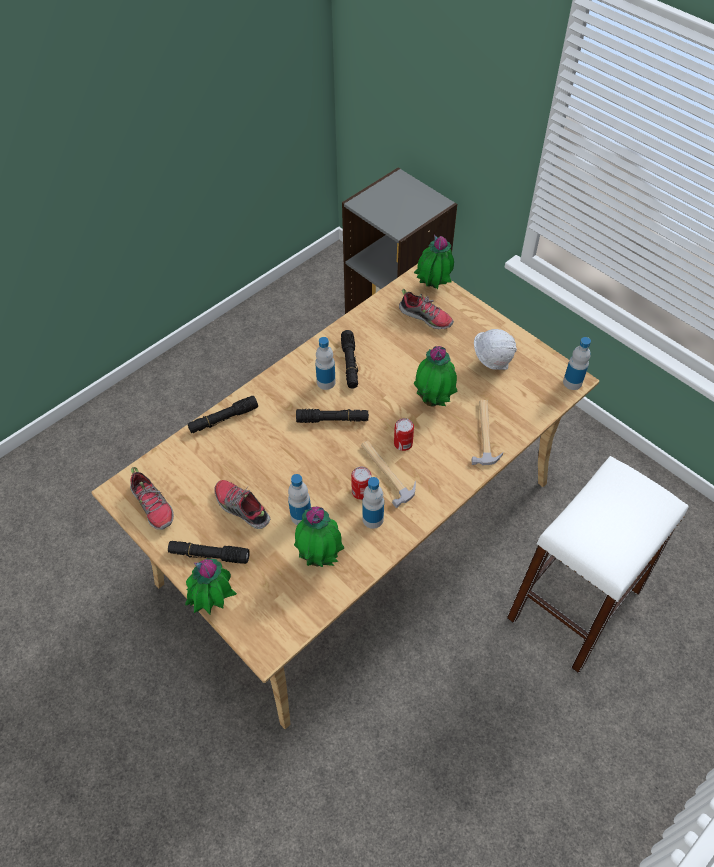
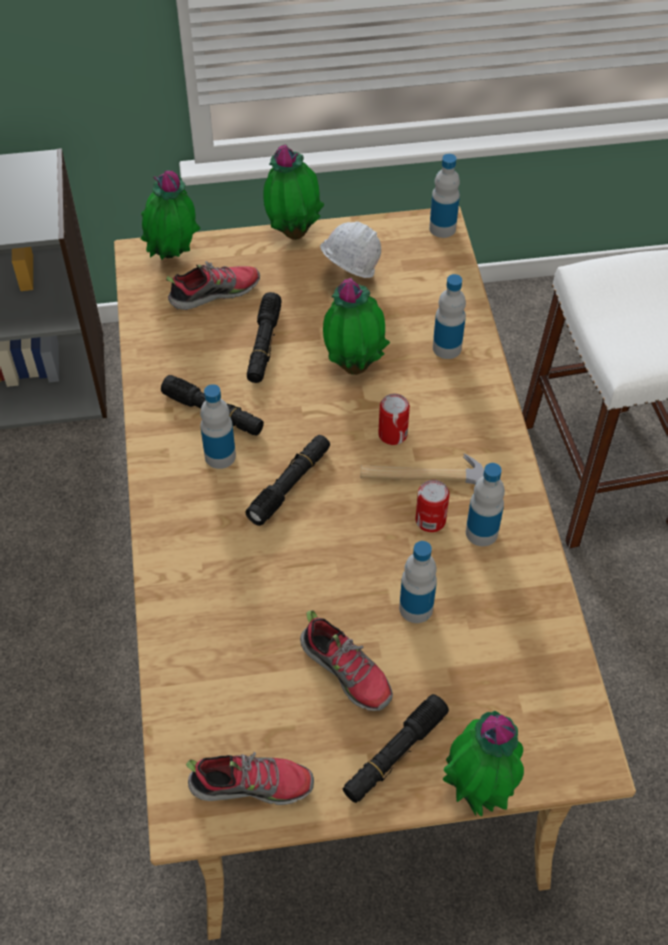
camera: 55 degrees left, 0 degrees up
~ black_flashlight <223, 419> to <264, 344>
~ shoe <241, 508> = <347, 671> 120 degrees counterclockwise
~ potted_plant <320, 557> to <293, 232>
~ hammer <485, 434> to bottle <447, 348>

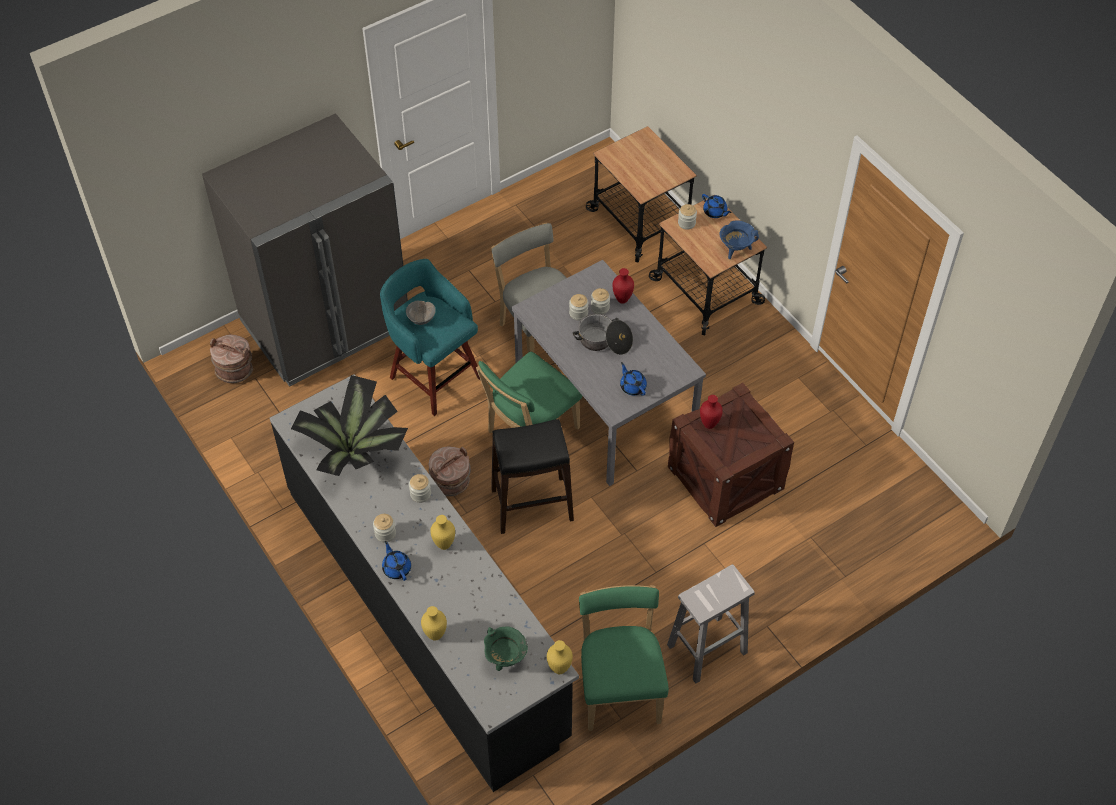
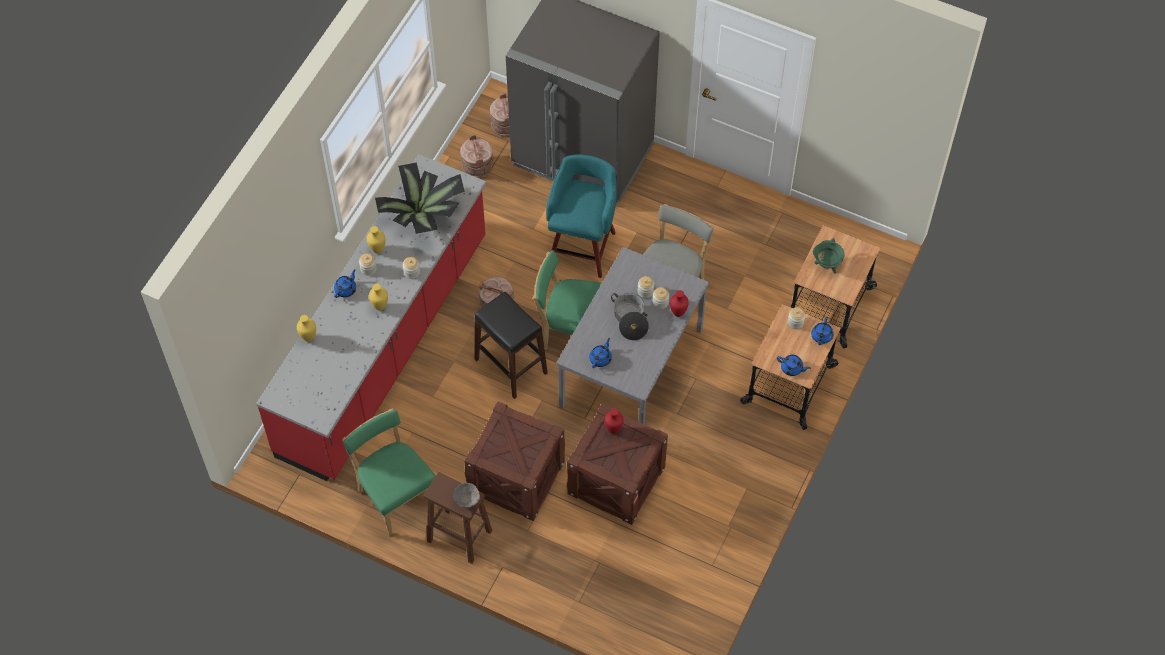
camera: 60 degrees right, 5 degrees up
~ black_counter <426, 611> to red_counter <385, 346>
~ grey_bowl <421, 319> to <467, 500>
~ green_cooking_pot <505, 658> to <826, 264>
~ yellow_vase <559, 670> to <377, 250>
~ green_chair <619, 688> = <395, 495> 90 degrees counterclockwise
~ white_stool <708, 648> to brown_stool <460, 536>
~ blue_cooking_pot <736, 249> to blue_teapot <792, 368>
+ brown_bucket <477, 167>
+ crate <516, 477>

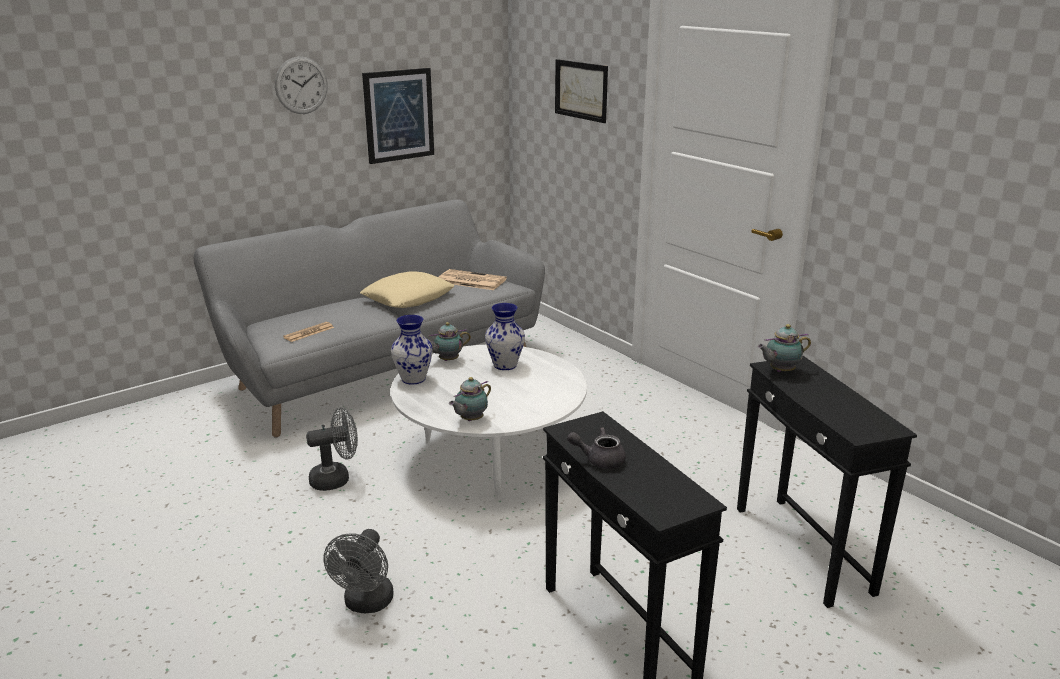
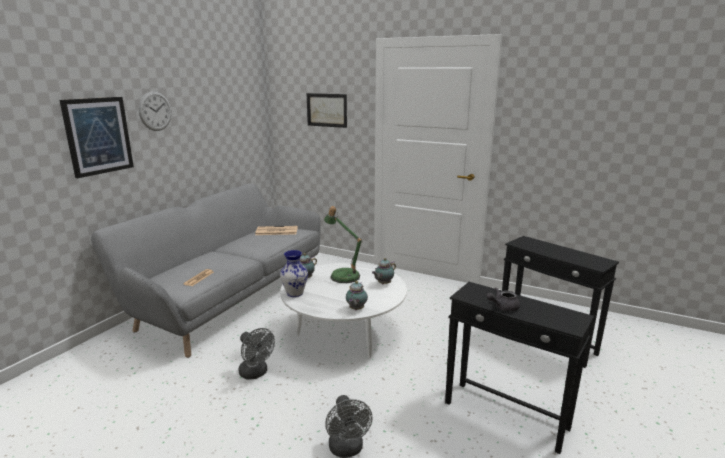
camera: 25 degrees left, 5 degrees down
~ grey_fan <336, 479> = <256, 373> 90 degrees clockwise
- beige_pillow <408, 297>
~ picture <398, 115> to <98, 136>
~ vase <504, 365> to table_lamp <343, 275>
~ teapot <780, 371> to <383, 284>

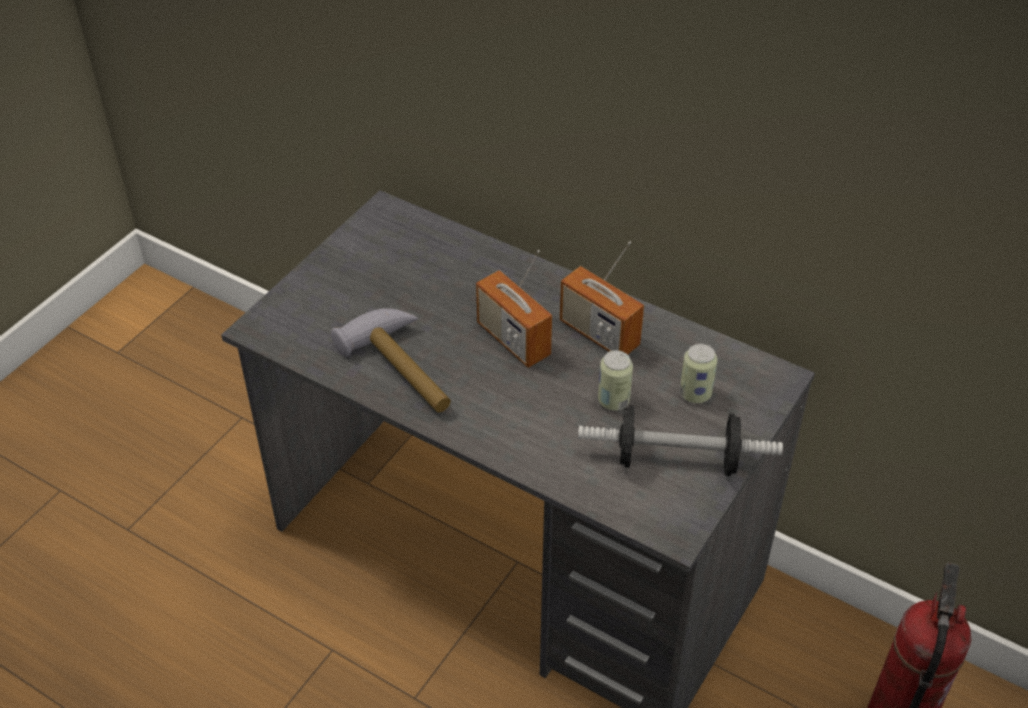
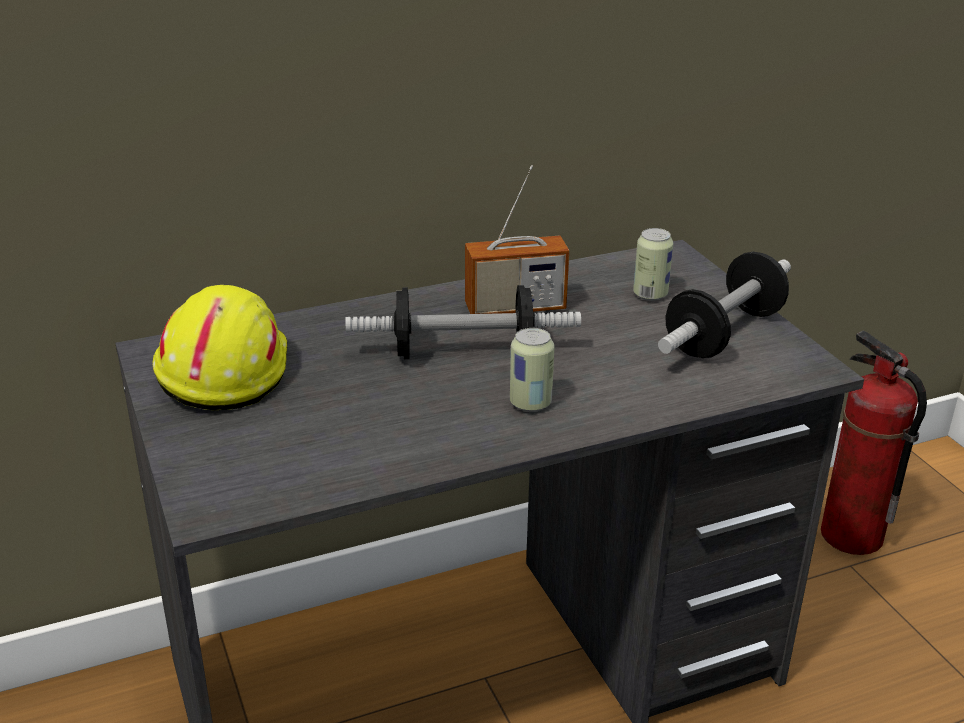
camera: 55 degrees left, 15 degrees down
- hammer <405, 369>
~ radio <513, 340> to dumbbell <463, 352>
~ can <613, 401> to <530, 403>
+ yellow_hard_hat <222, 370>

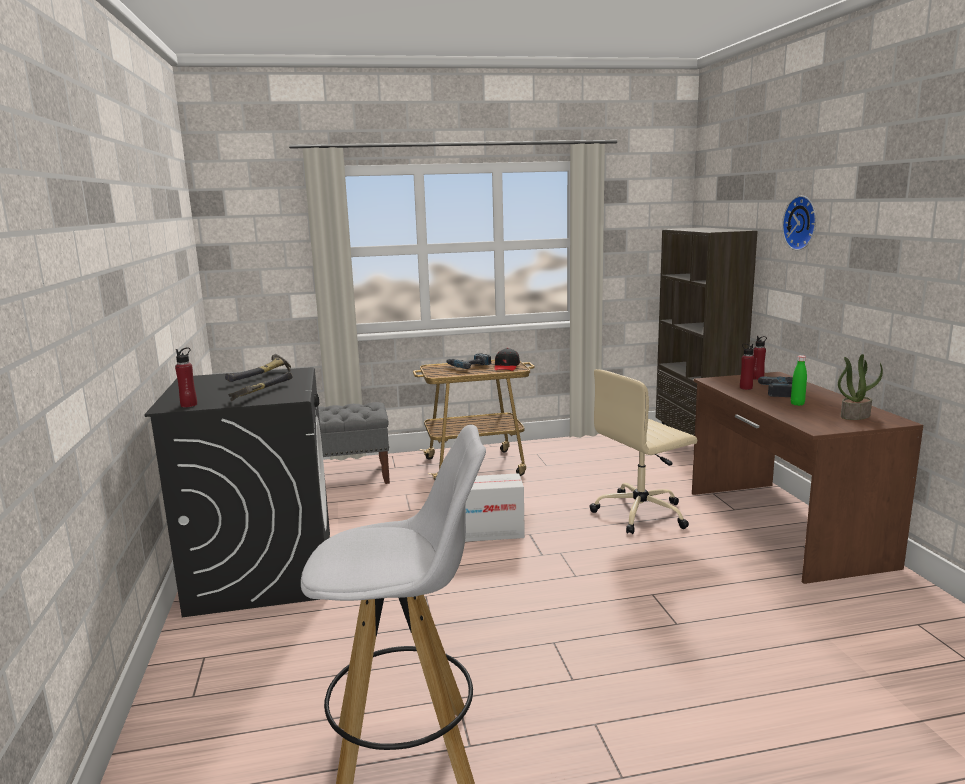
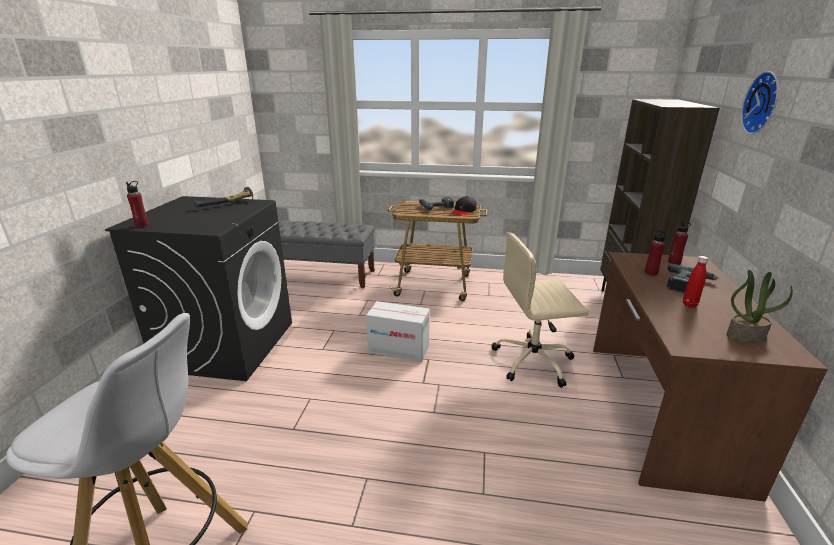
camera: 20 degrees right, 10 degrees up
- hammer <260, 394>
~ green_bottle <797, 404> to red_bottle <689, 305>

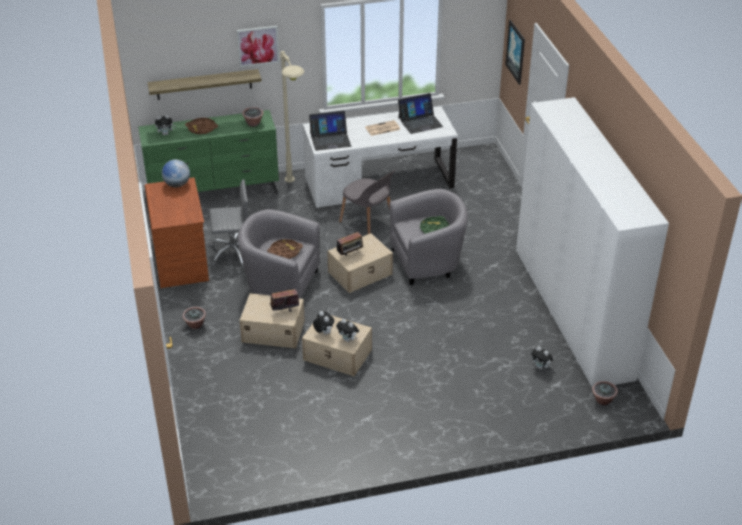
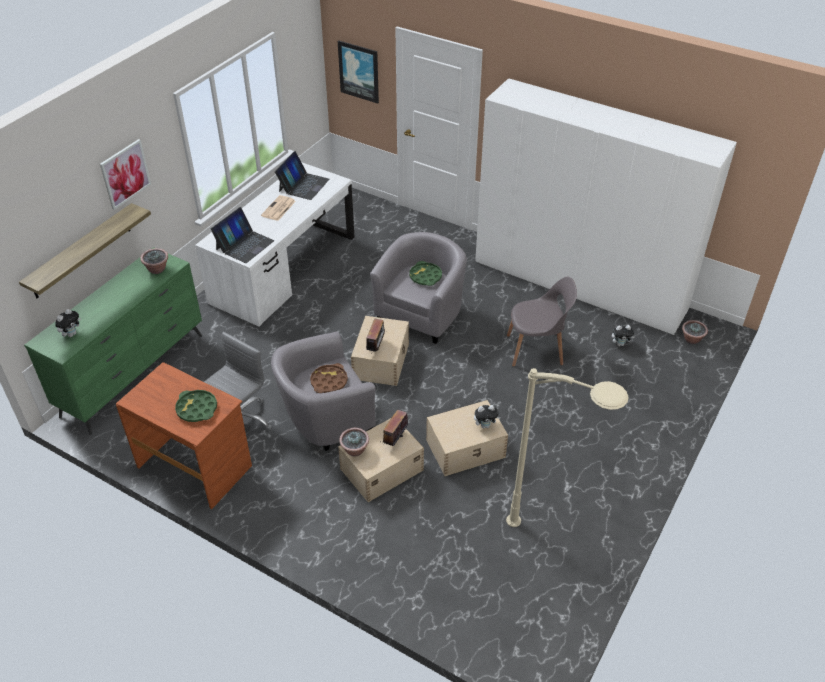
camera: 45 degrees left, 5 degrees up
- globe <177, 184>
~ potted_plant <195, 325> to <355, 450>
- brown_tray <202, 128>
~ beige_floor_lamp <296, 197> to <556, 540>
- plush_toy <323, 332>
~ grey_chair <368, 222> to <536, 349>
+ green_tray <197, 409>

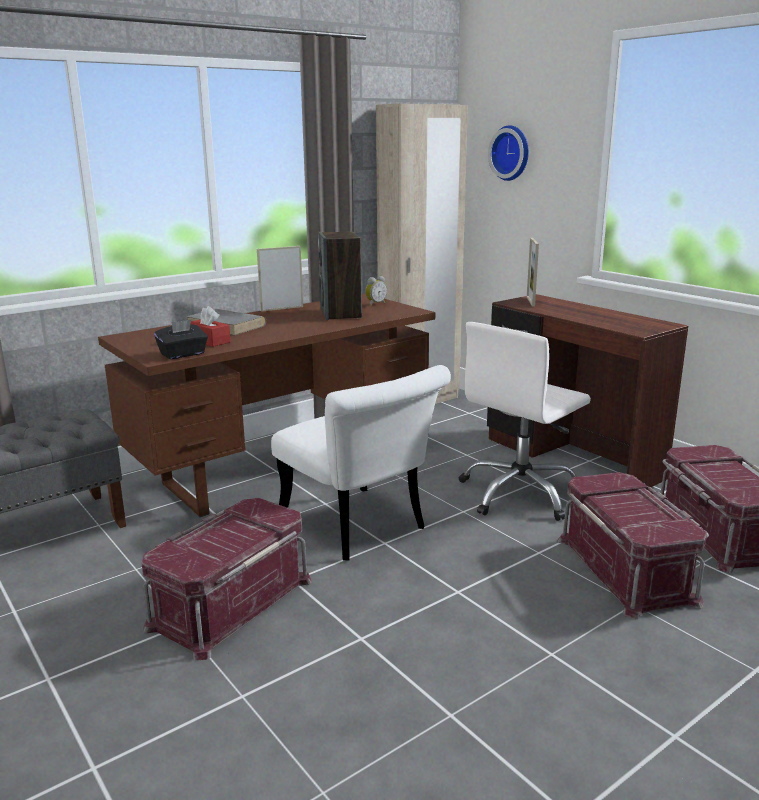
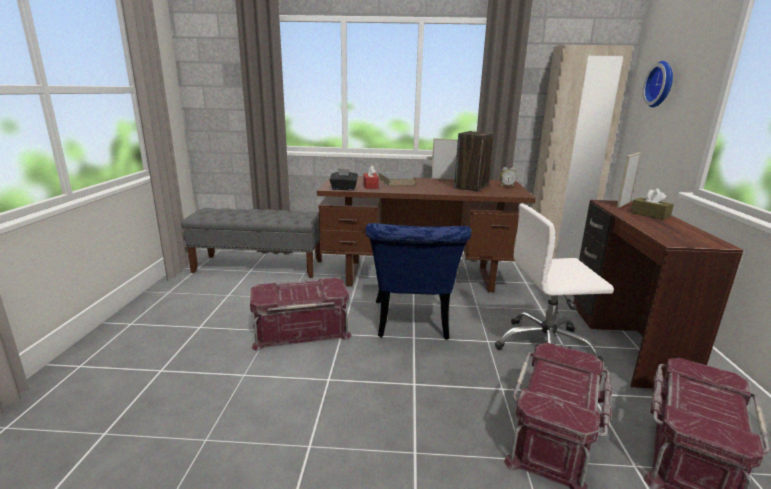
camera: 40 degrees right, 0 degrees up
~ white_chair <360, 529> to blue_chair <411, 324>
+ brown_tissue_box <650, 215>

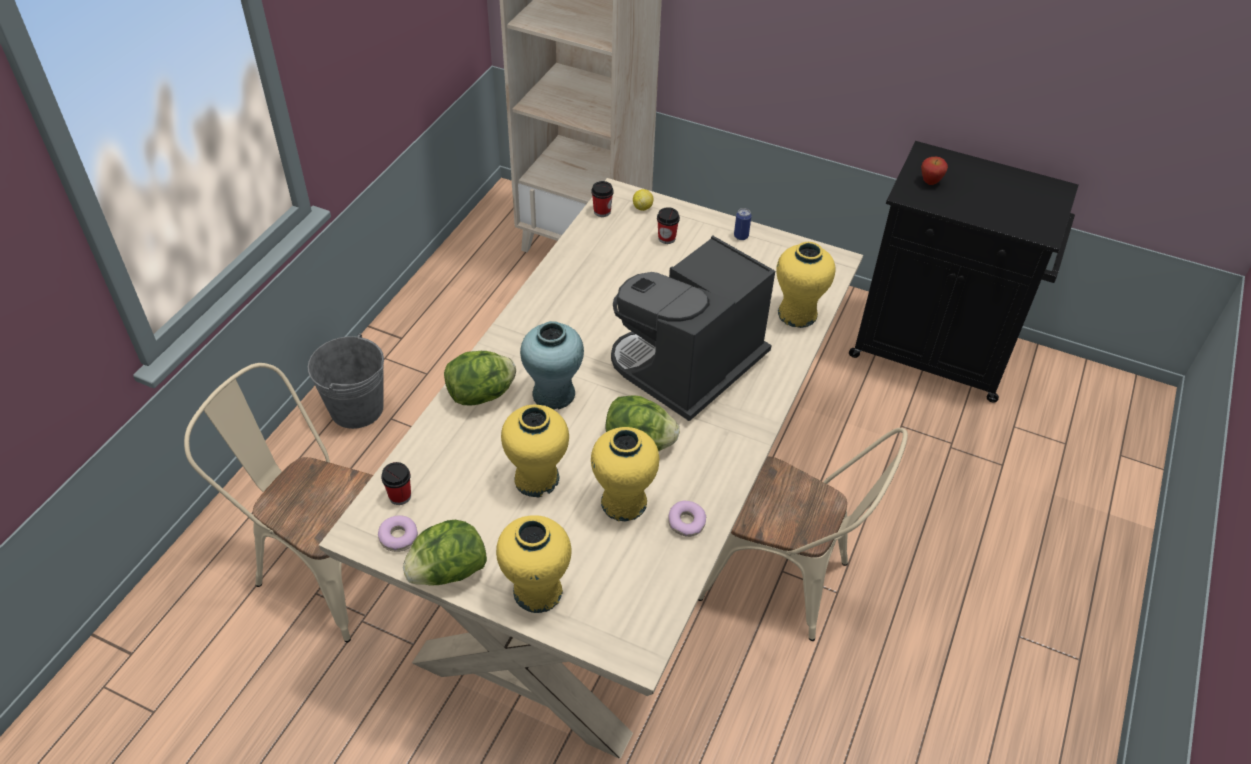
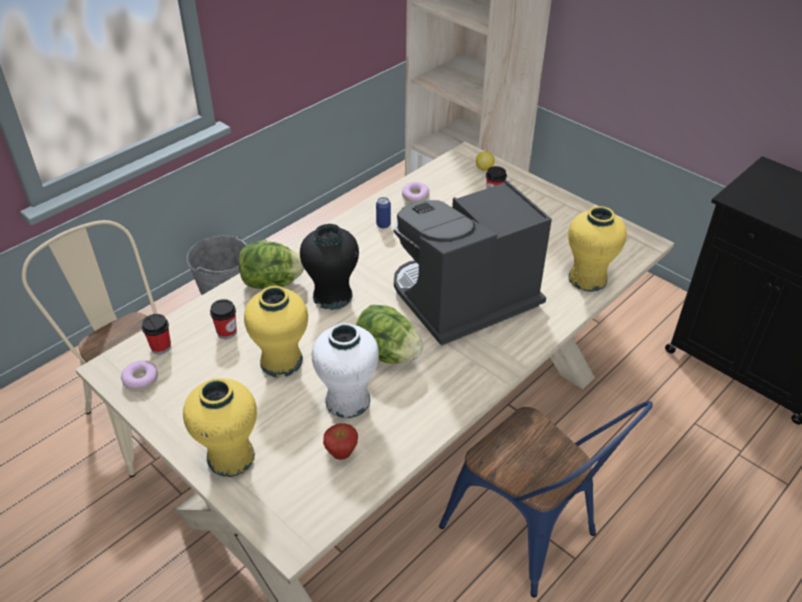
camera: 20 degrees right, 5 degrees down
- lettuce <448, 571>
~ turquoise_vase <554, 394> to black_vase <333, 297>
~ cup <602, 211> to <227, 332>
~ yellow_vase <623, 502> to white_vase <347, 401>
~ donut <686, 522> to <415, 196>
~ beige_chair <787, 582> to blue_chair <529, 535>
~ can <741, 236> to <383, 225>
~ apple <930, 182> to <341, 454>

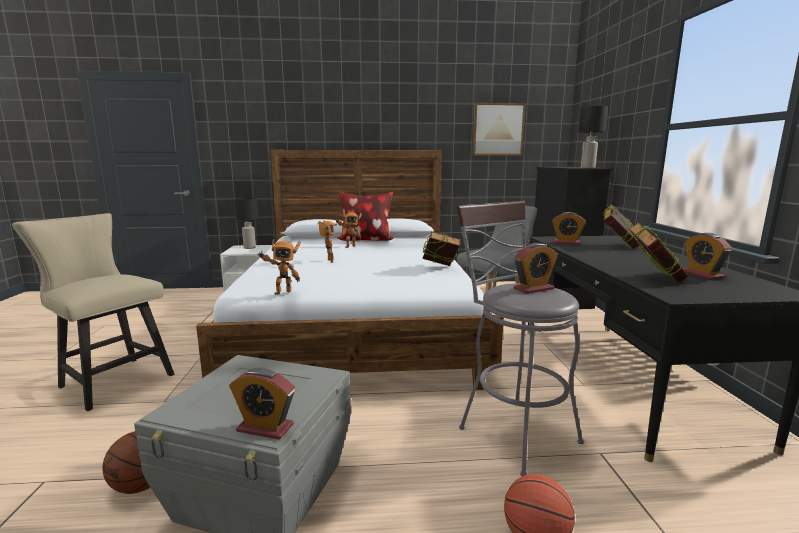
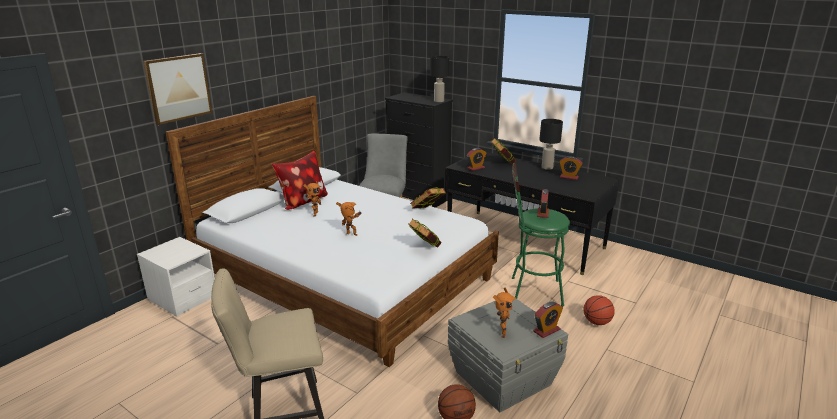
camera: 50 degrees left, 10 degrees up
~ black_table_lamp <249, 248> to <547, 168>
~ toy_robot <282, 292> to <501, 333>
~ grey_stool <511, 430> to green_stool <531, 291>
~ picture <498, 129> to <178, 88>
~ book <653, 279> to <424, 248>

